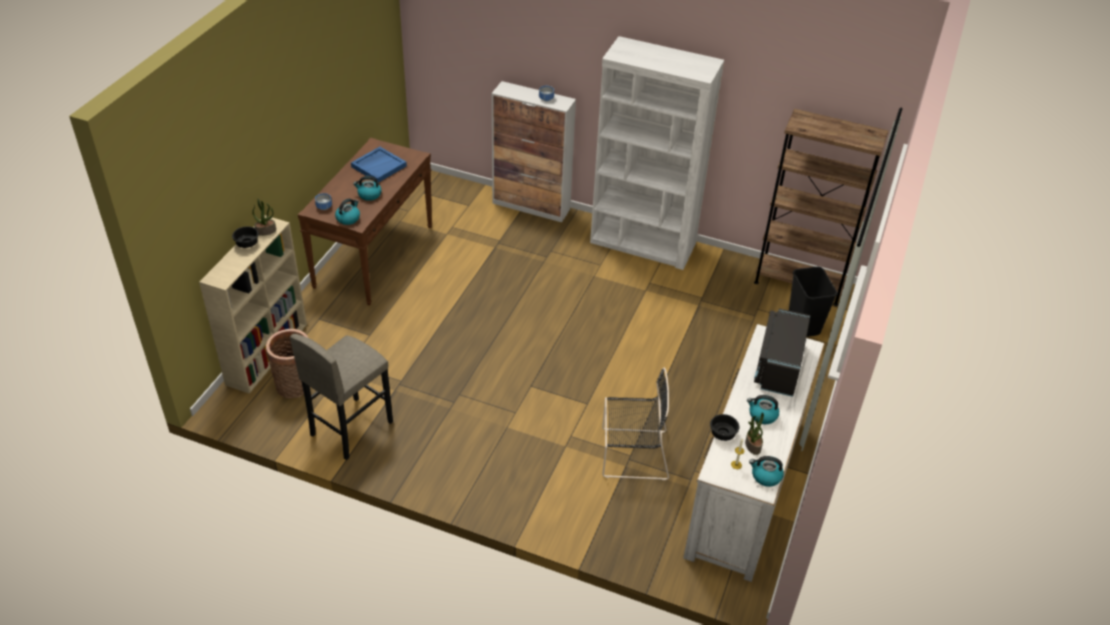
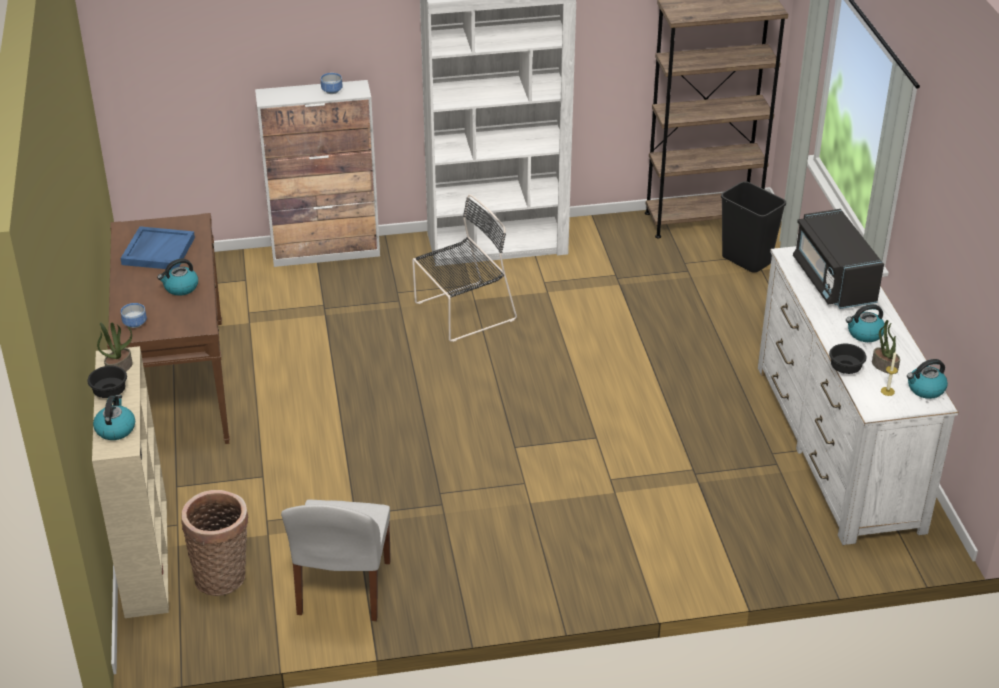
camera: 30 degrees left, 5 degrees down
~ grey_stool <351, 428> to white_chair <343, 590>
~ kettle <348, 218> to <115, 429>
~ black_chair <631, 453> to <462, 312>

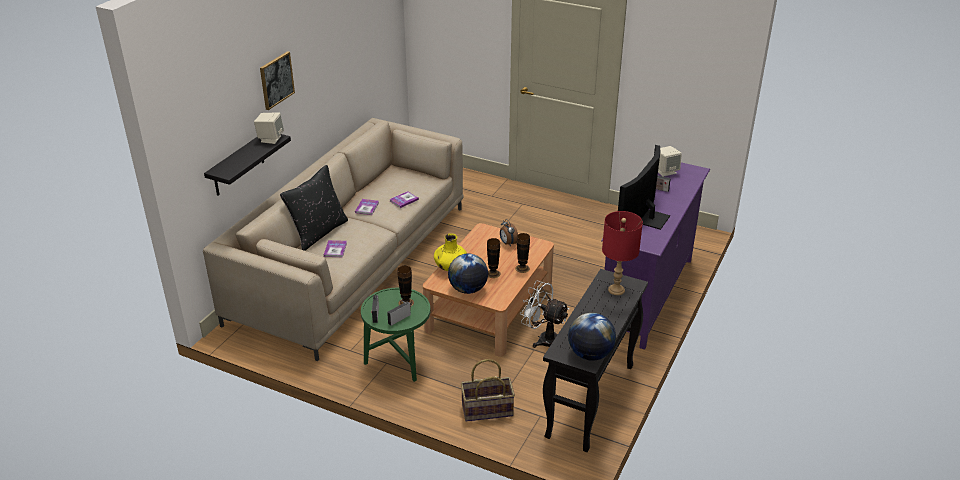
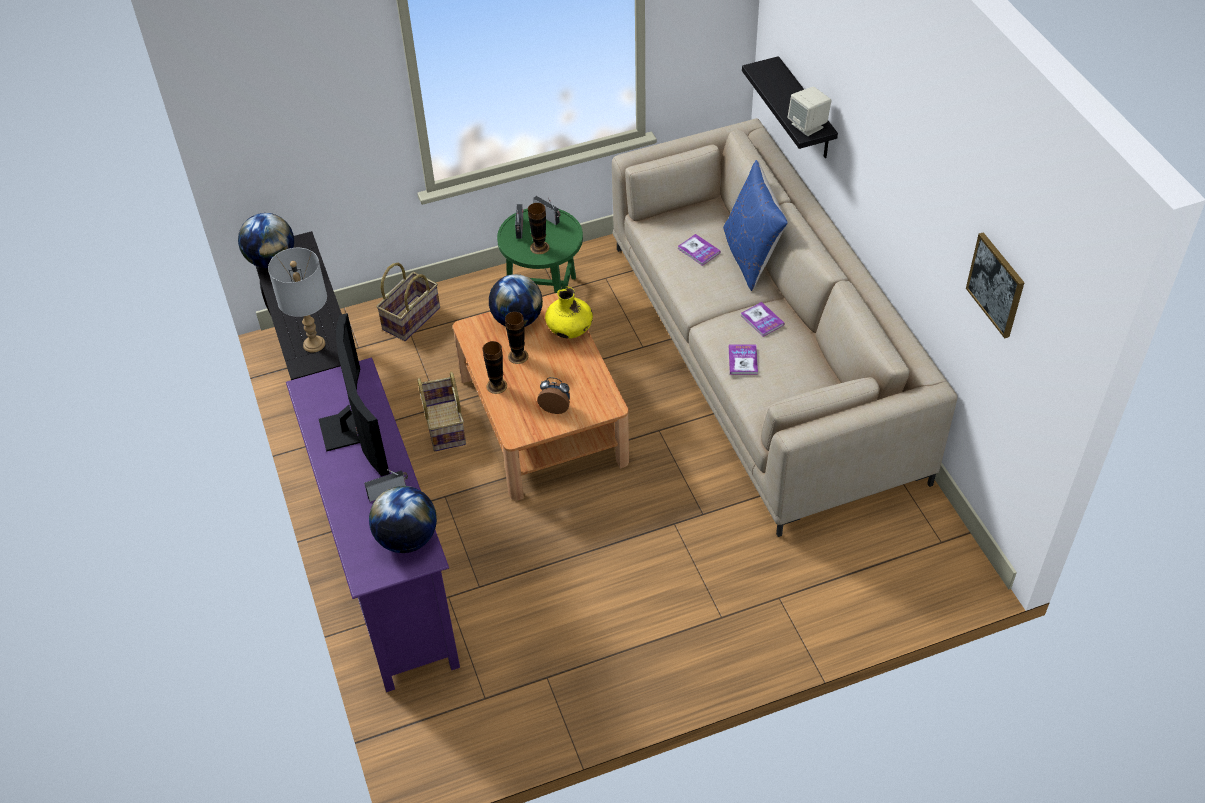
camera: 135 degrees right, 15 degrees up
~ picture <276, 80> to <996, 284>
~ black_pillow <318, 232> to blue_pillow <751, 256>
~ white_fan <543, 339> to basket <443, 426>
~ red_table_lamp <616, 290> to grey_table_lamp <314, 344>
~ beige_speaker <666, 171> to globe <407, 539>

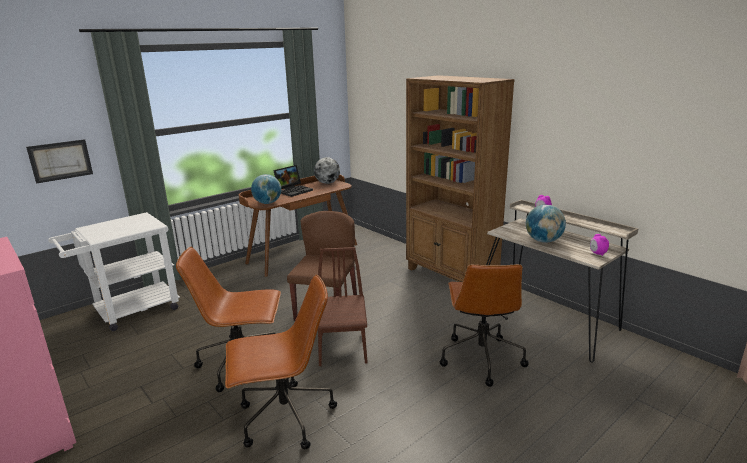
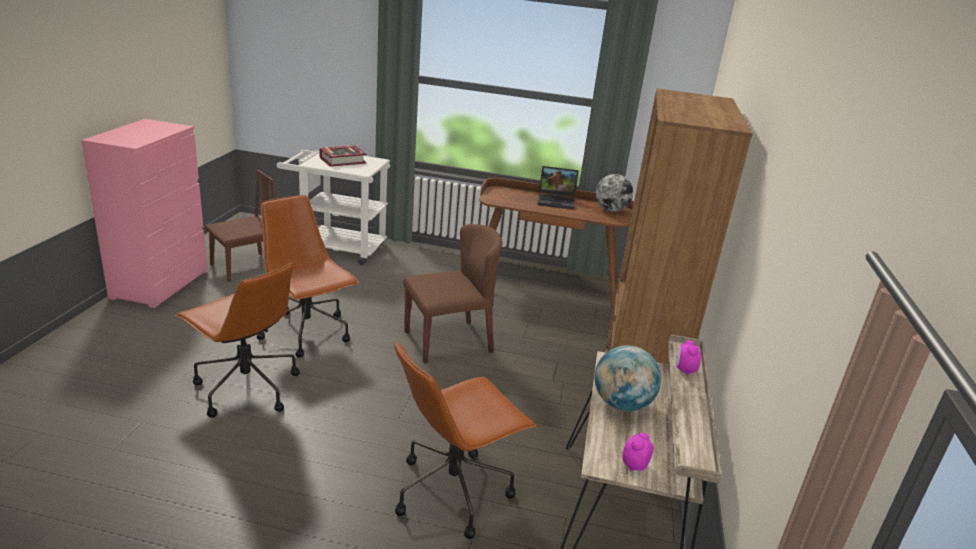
camera: 50 degrees right, 5 degrees up
- picture <60, 160>
- globe <267, 203>
~ brown_chair <342, 348> to <245, 267>
+ book <342, 160>

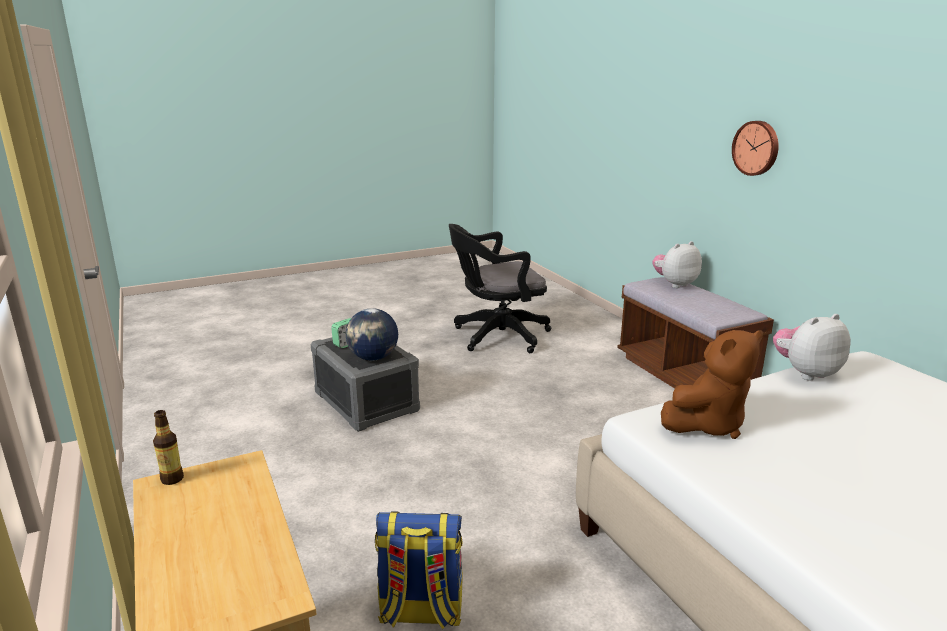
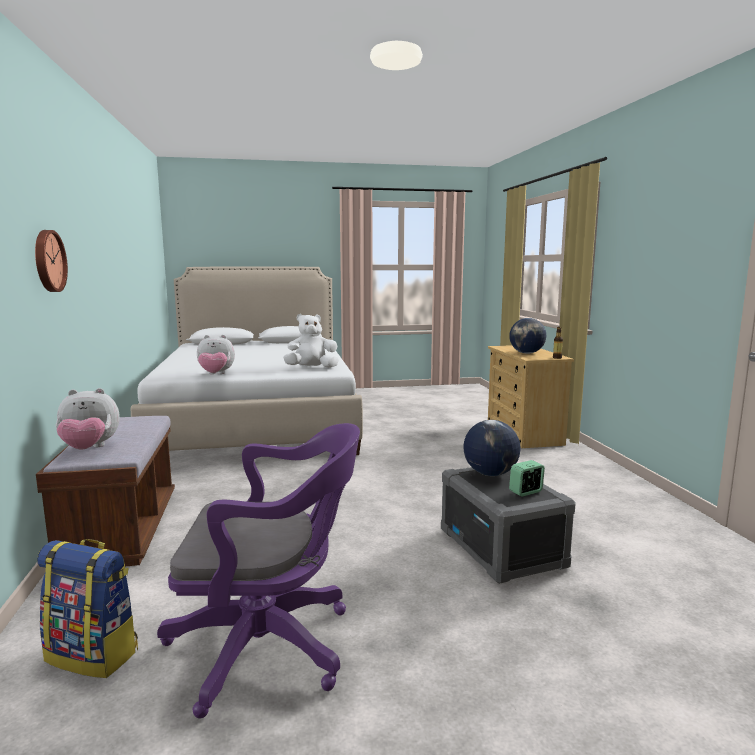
camera: 165 degrees left, 10 degrees down
~ backpack <420, 612> to <94, 654>
~ black_office_chair <496, 336> to purple_office_chair <271, 646>
~ brown_plush_toy <707, 424> to white_plush_toy <311, 368>
+ globe <527, 353>

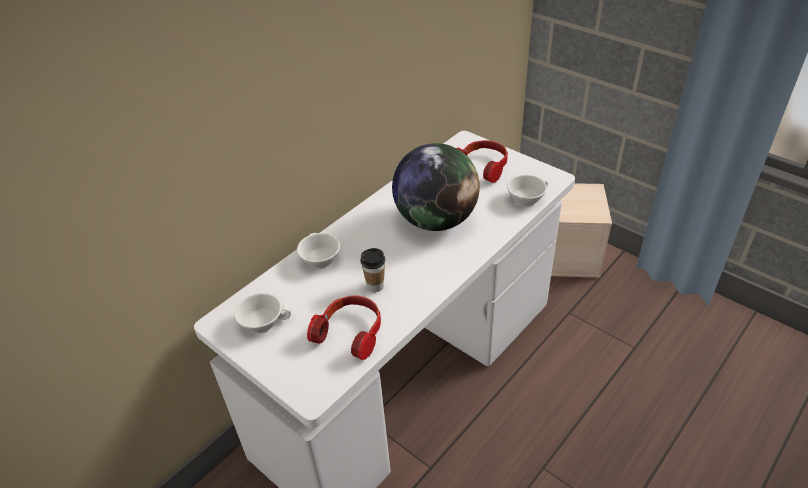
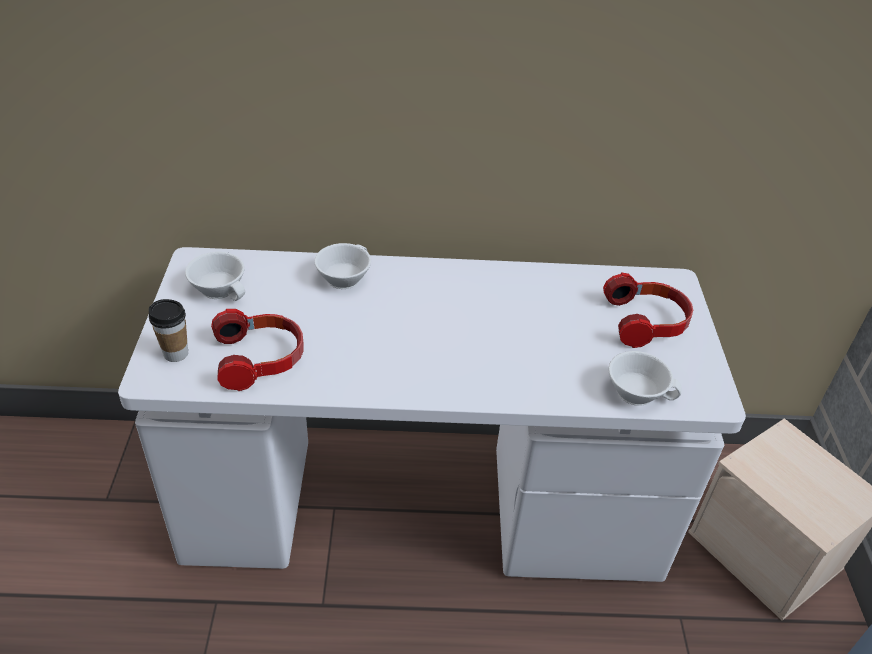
camera: 45 degrees right, 0 degrees up
~ cup <375, 286> to <176, 353>
- globe <436, 220>

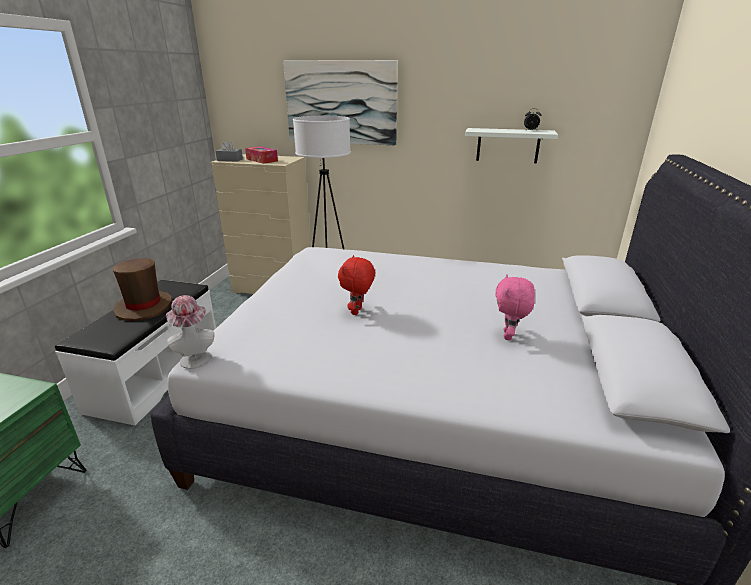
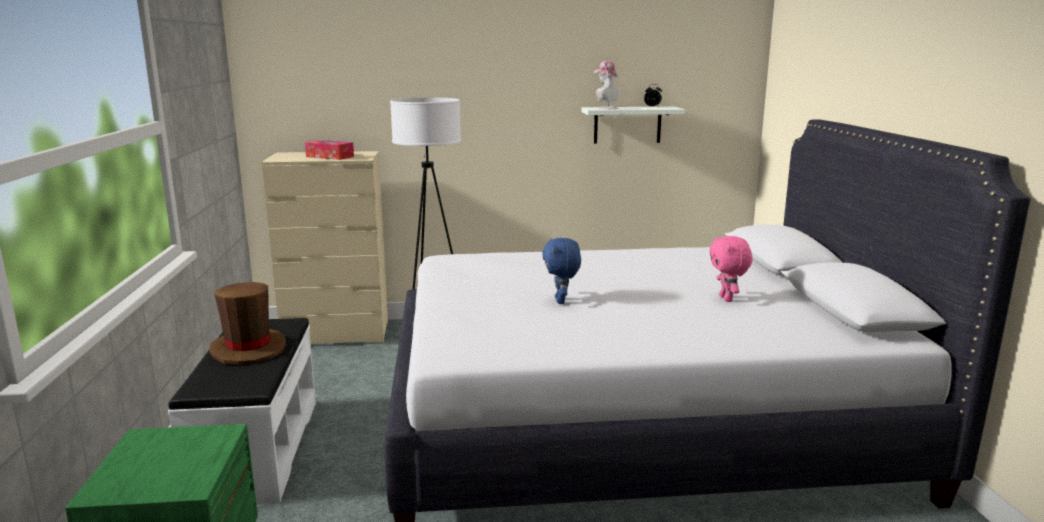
camera: 20 degrees left, 10 degrees down
~ hat <195, 357> to <605, 108>
- grey_tissue_box <230, 160>
- picture <341, 103>
~ red_plush_toy <357, 311> to blue_plush_toy <561, 301>

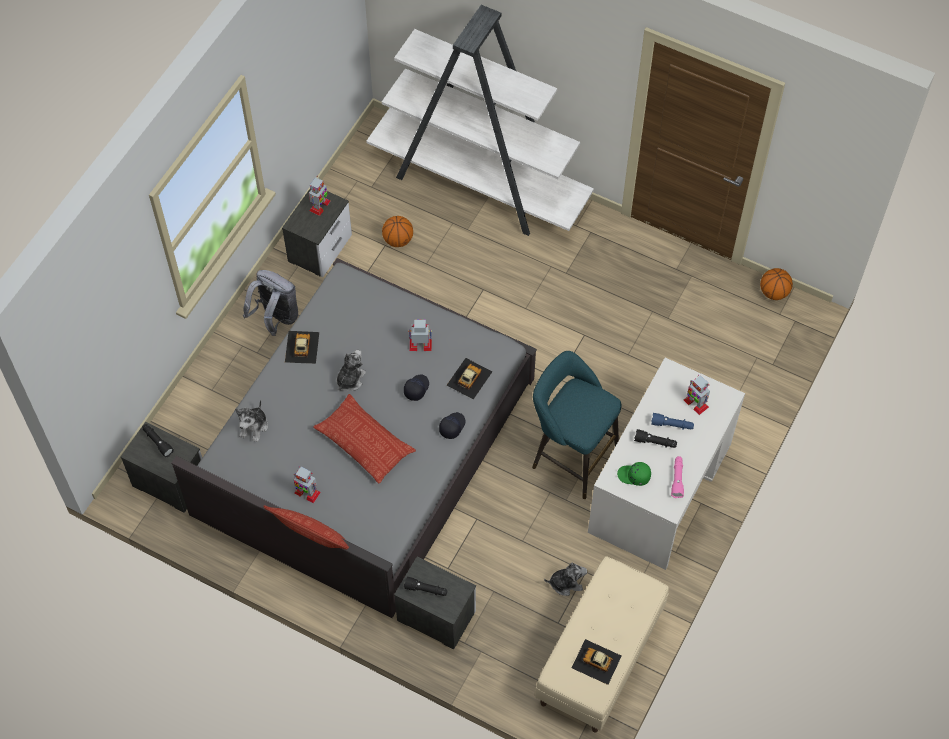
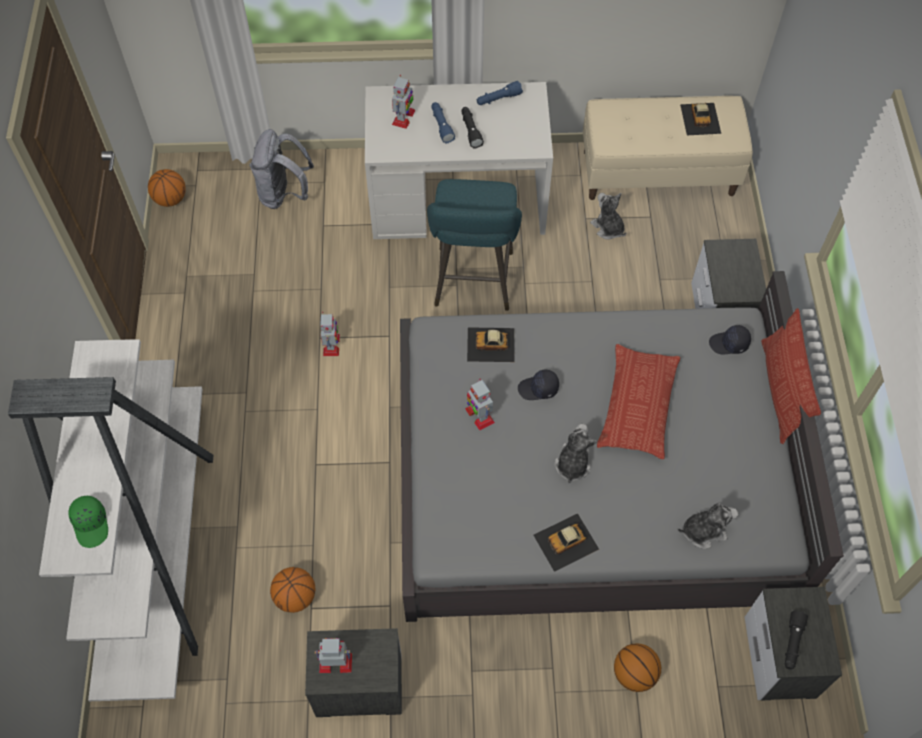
camera: 120 degrees left, 0 degrees up
~ grey_backpack <275, 318> to <284, 194>
~ toy_robot <307, 492> to <331, 345>
~ plush_toy <350, 379> = <572, 464> 105 degrees clockwise
- black_flashlight <426, 590>
~ black_cap <452, 426> to <729, 344>
~ green_cap <634, 476> to <91, 524>
~ pink_flashlight <677, 479> to blue_flashlight <498, 99>
+ basketball <634, 674>

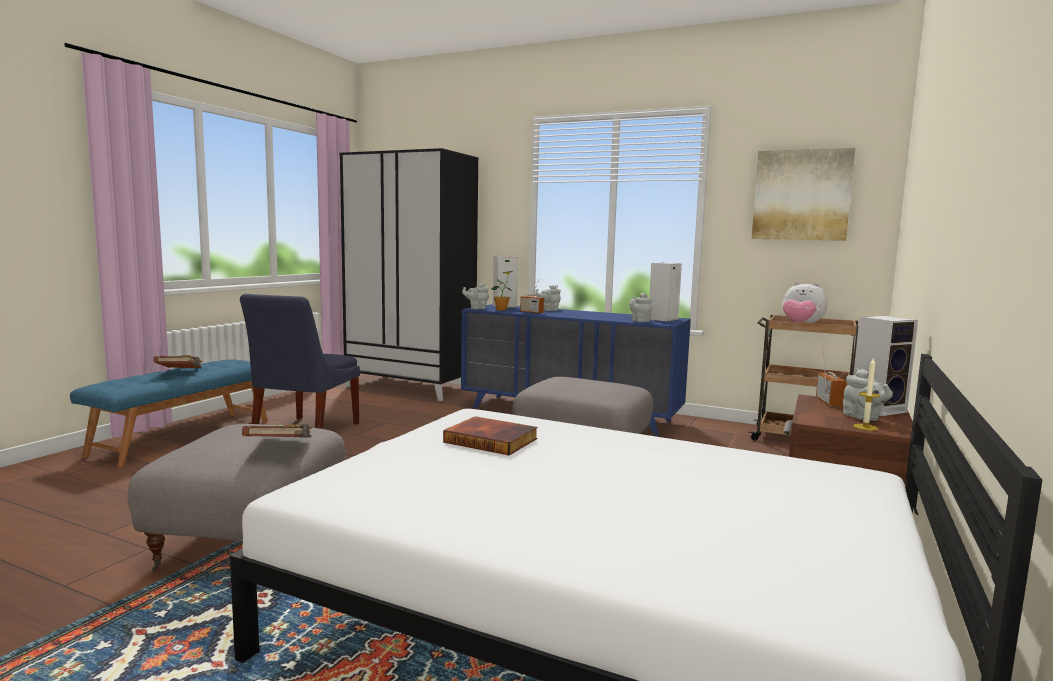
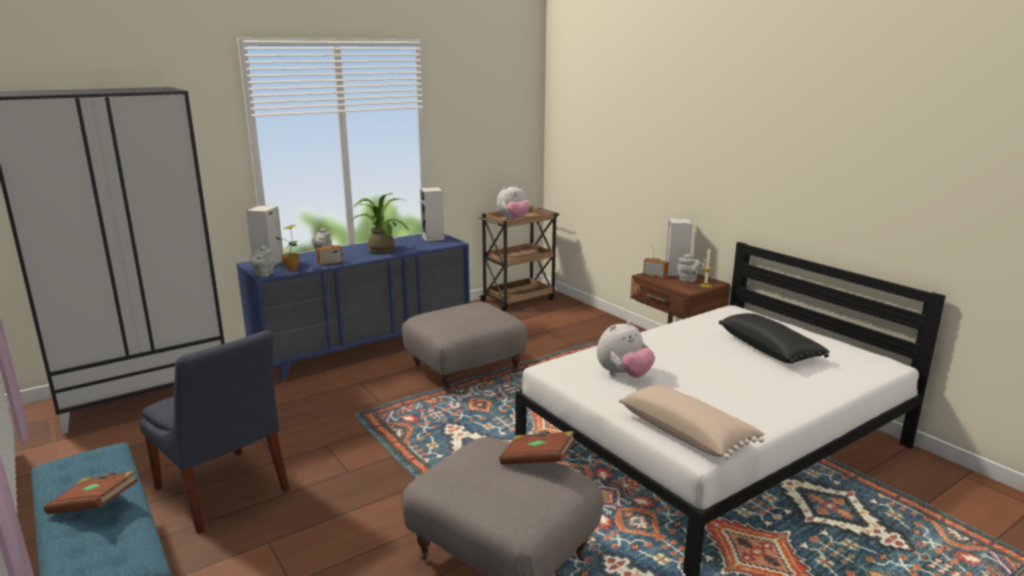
camera: 60 degrees left, 10 degrees up
~ book <492, 440> to plush_toy <623, 375>
- grey_teapot <639, 321>
- picture <801, 195>
+ potted_plant <380, 249>
+ beige_pillow <687, 433>
+ black_pillow <770, 349>

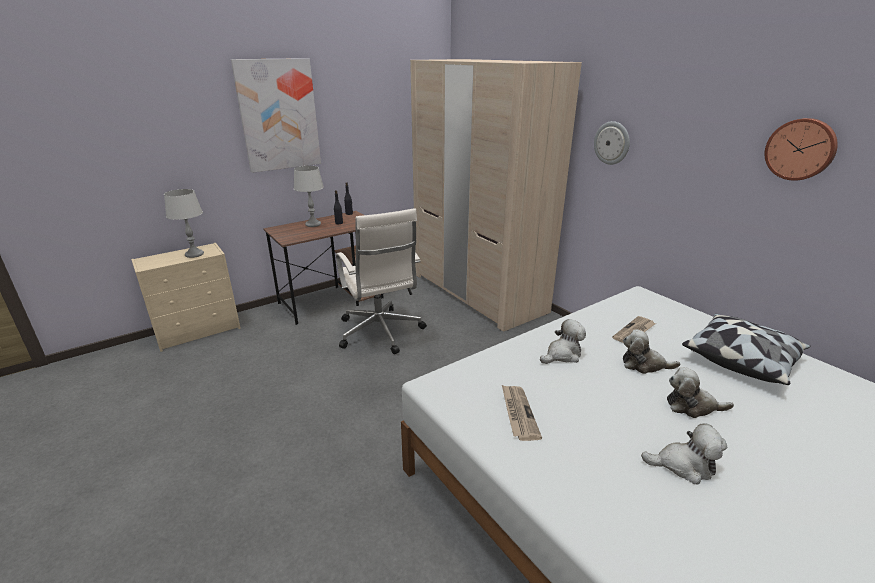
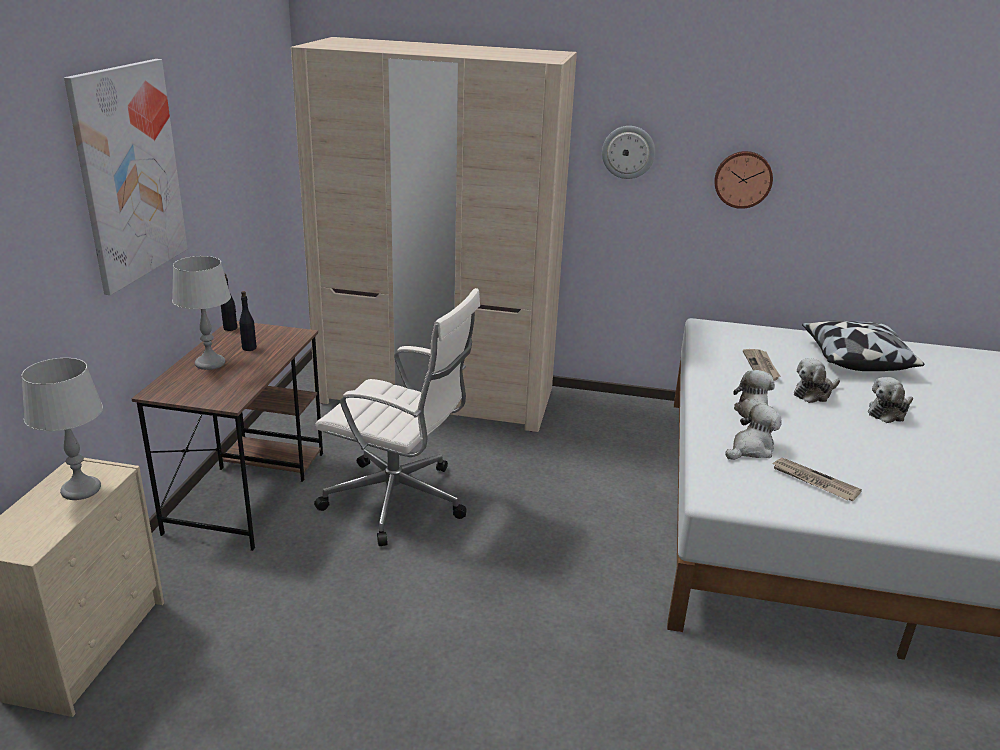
camera: 45 degrees left, 0 degrees up
~ plush_toy <683, 465> to <751, 449>
~ wall_clock <800, 149> to <743, 179>

